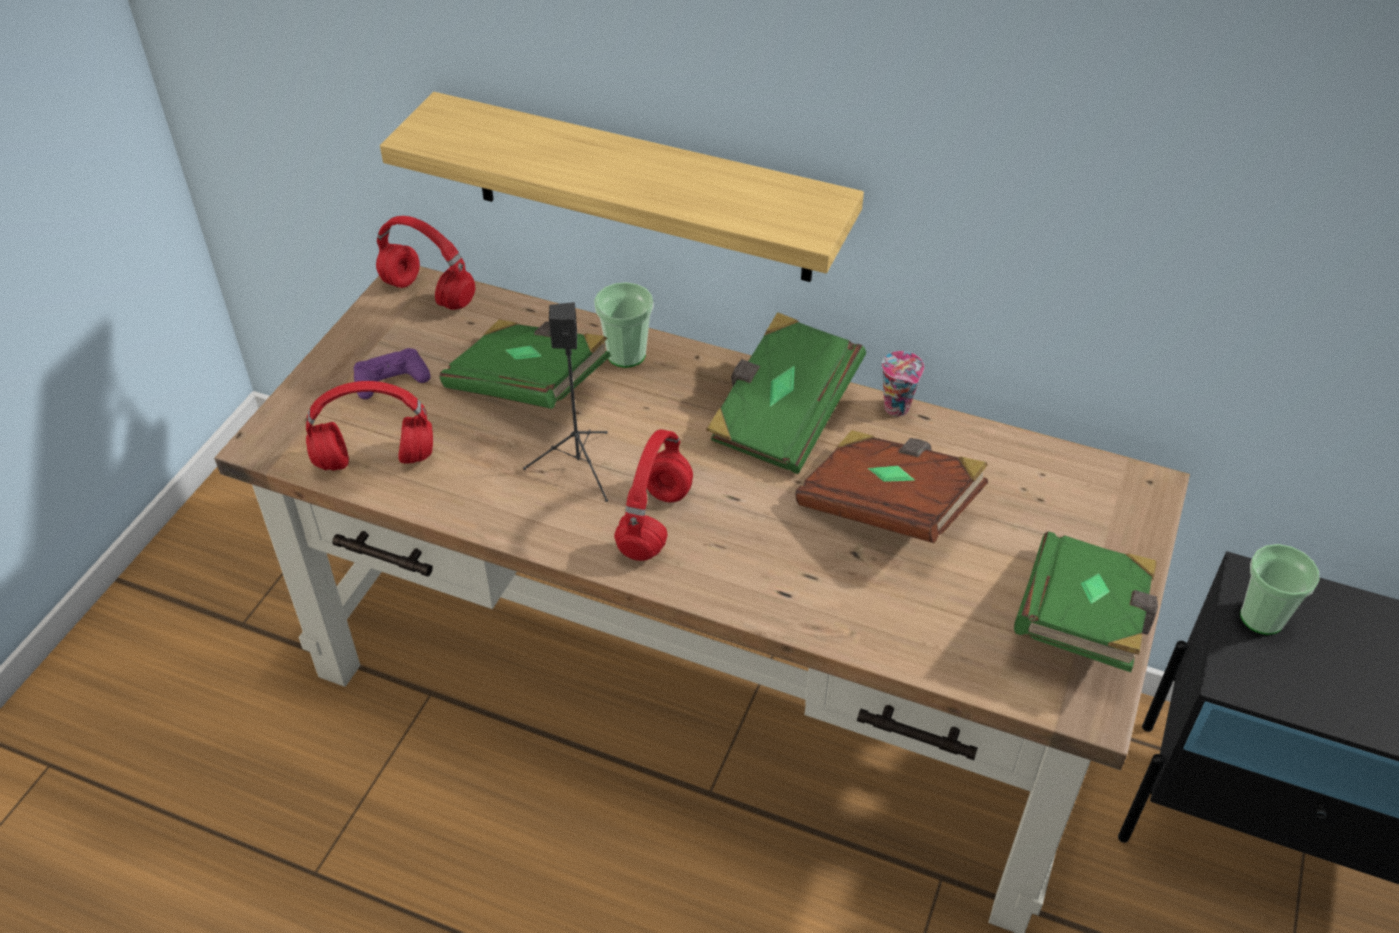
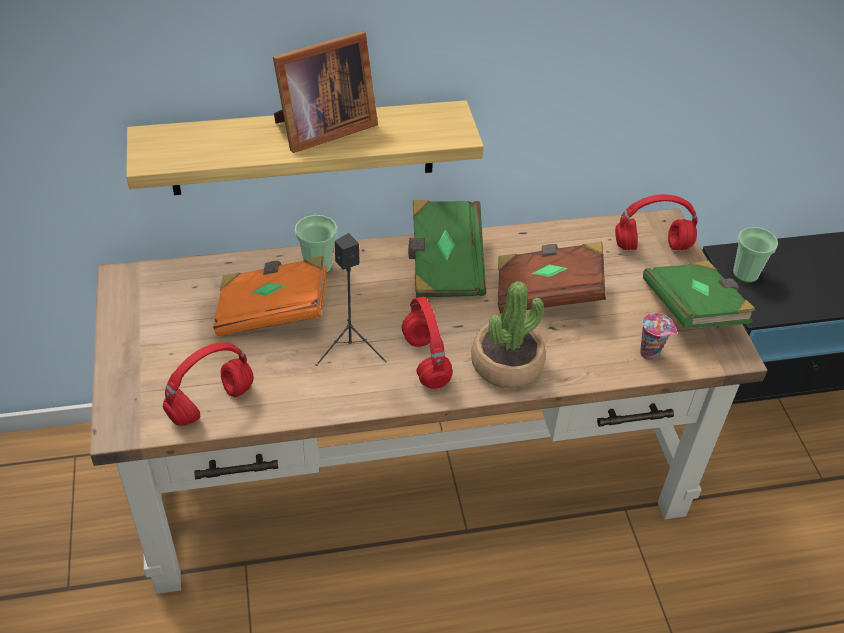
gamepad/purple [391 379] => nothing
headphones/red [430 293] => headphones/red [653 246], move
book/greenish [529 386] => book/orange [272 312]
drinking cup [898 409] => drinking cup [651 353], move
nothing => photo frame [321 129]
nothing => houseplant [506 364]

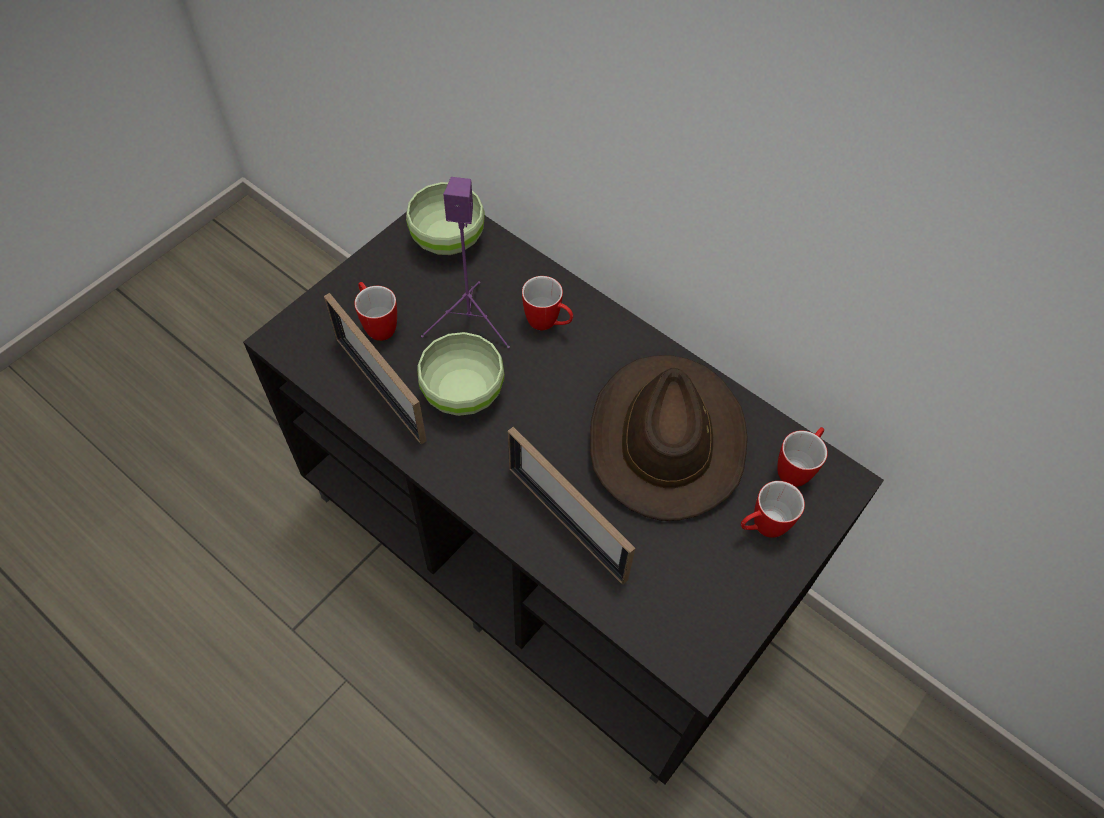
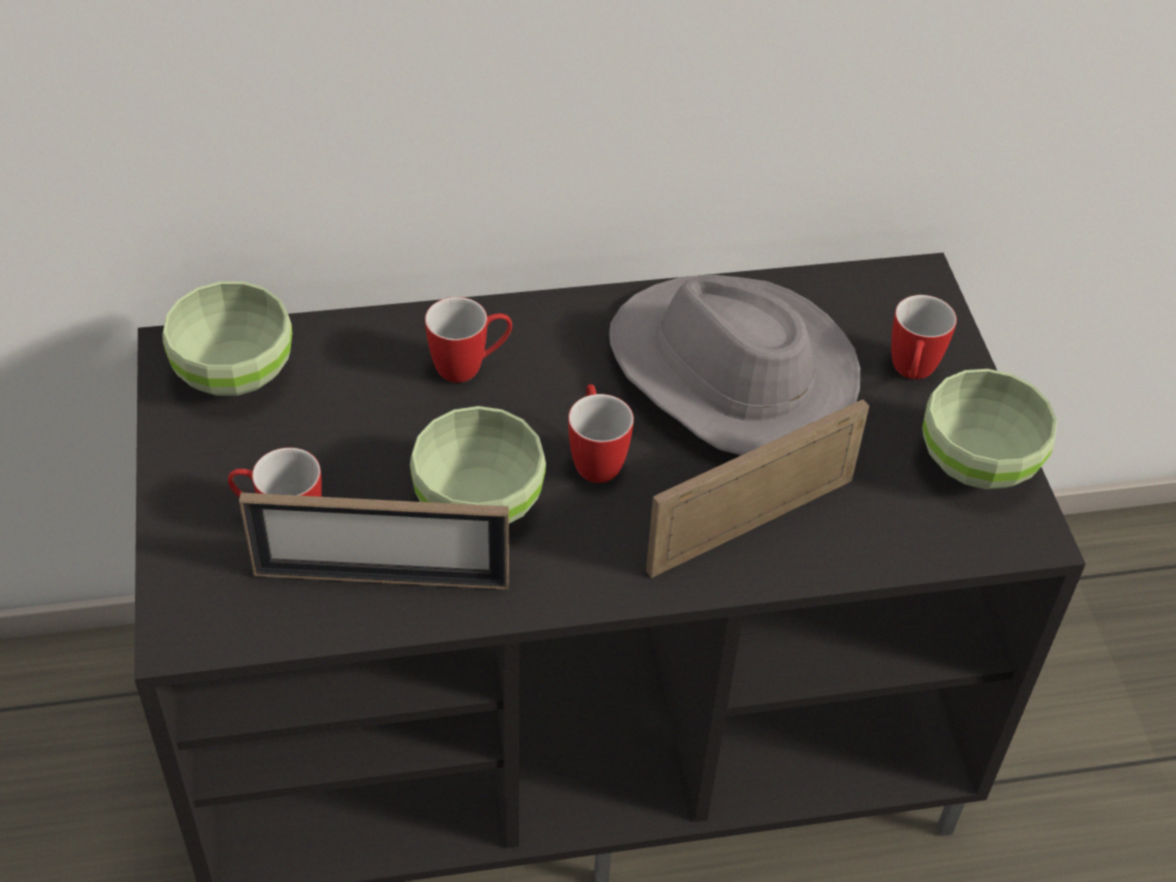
speaker/purple [471 322] => nothing
photo frame [566 522] => photo frame [751 525], 150 degrees clockwise
hat/brownish [665 438] => hat/gray [729 373]
mug [797 468] => mug [595 457], move
nothing => serving bowl/greenish [978 465]

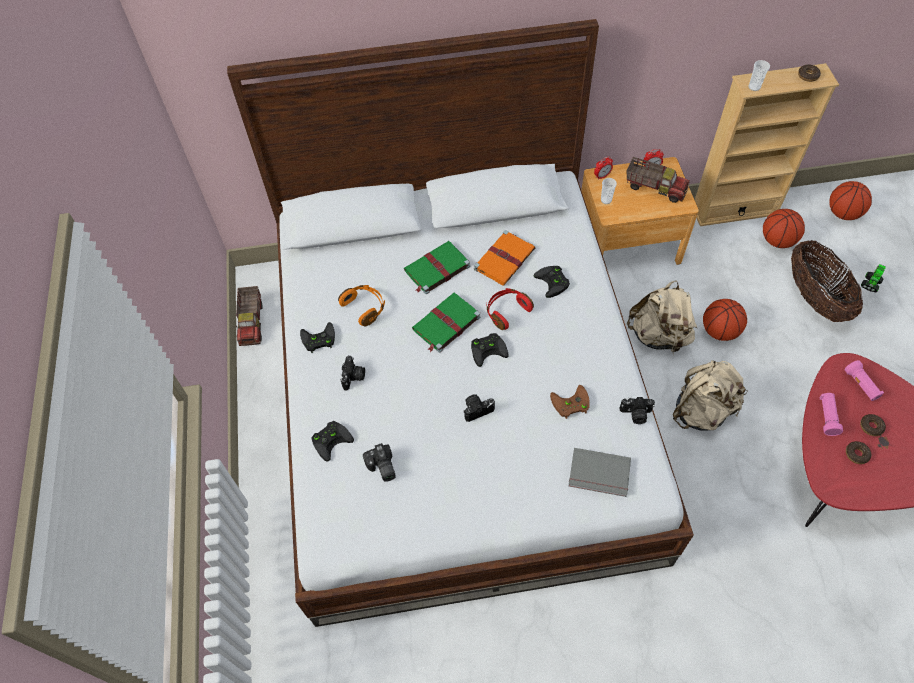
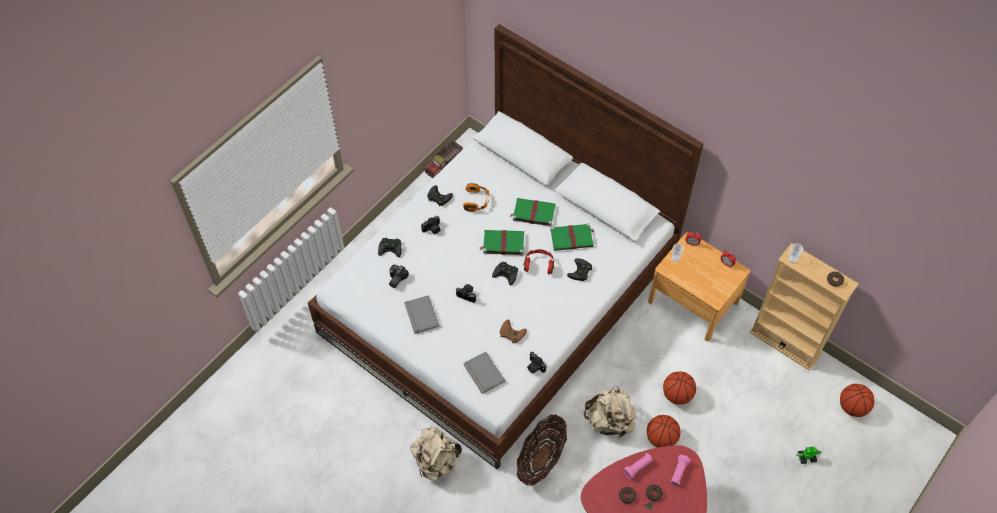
book/orange [505 259] => book/greenish [572 238]
toy truck [655 187] => nothing
backpack/beige-coloured [659 336] => backpack/beige-coloured [435 461], move
basketball ball [777 241] => basketball ball [661 438], move
basket [815 298] => basket [541 459], move
nothing => book/gray [420 316]

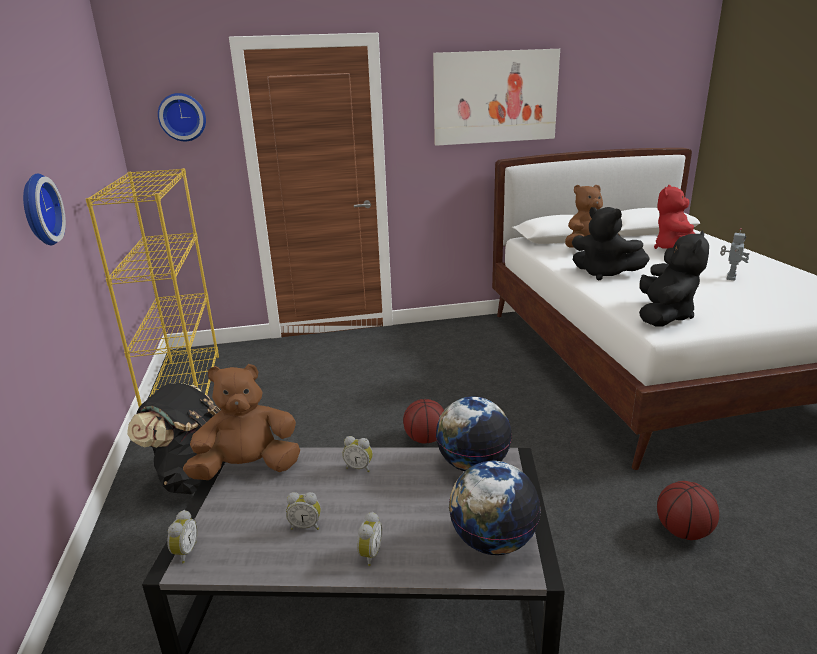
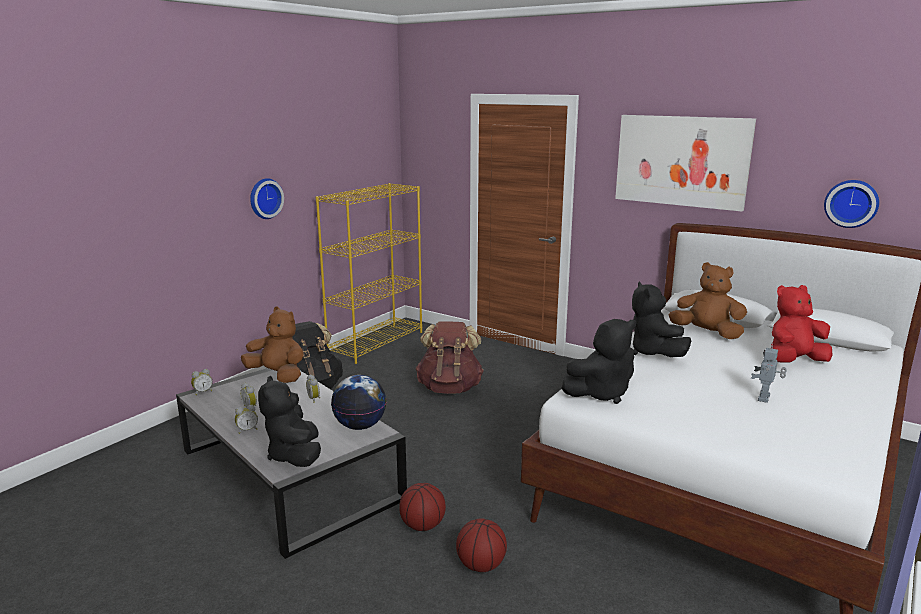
clock on the wall [182 117] => clock on the wall [851 203], move
basketball ball [425 439] => basketball ball [423 525], move
desk globe [492 541] => soft toy/black-coloured [295 456]
model robot [730 277] => model robot [765 398], 135 degrees clockwise
nothing => backpack/brownish [449 388]

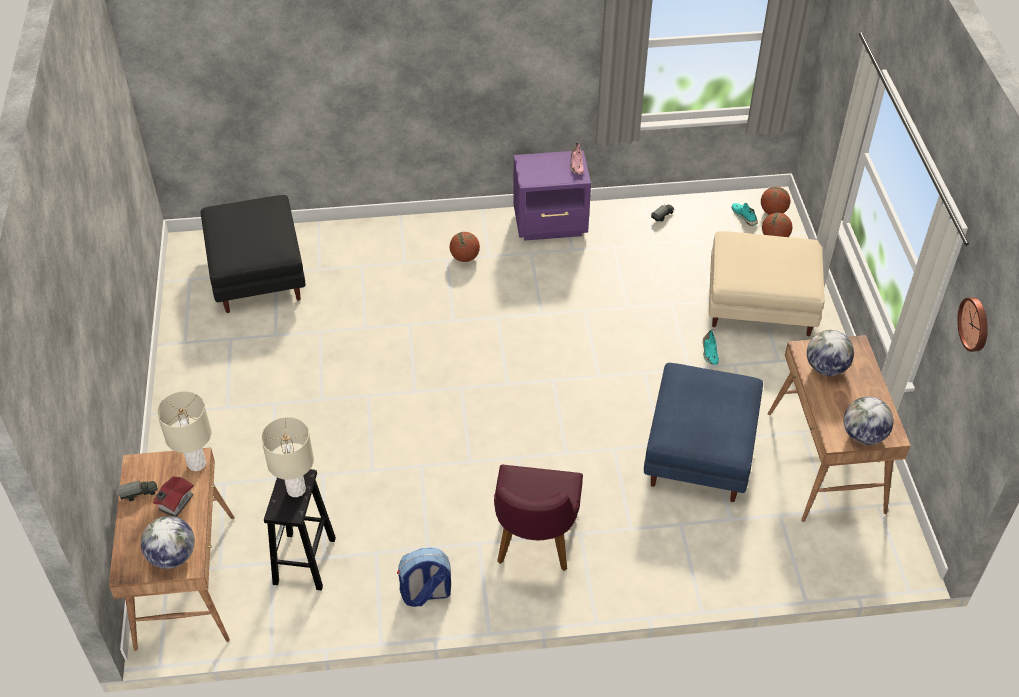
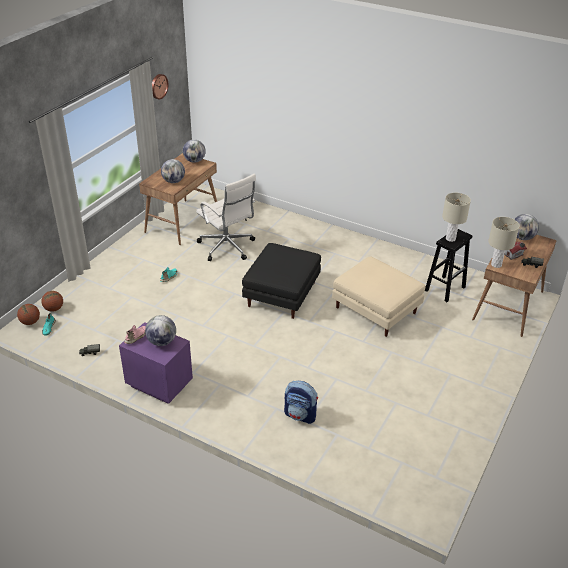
pouffe/black-coloured [257 273] => pouffe/black-coloured [282 295], move
backpack [425 593] => backpack [300 415], move
basketball ball [465 257] => nothing
upright chair/purple [534 545] => nothing
pouffe/bluish [699 450] => computer chair/white [227 247]
pouffe/beige-coloured [759 305] => pouffe/beige-coloured [377 311], move
nothing => desk globe [161 342]

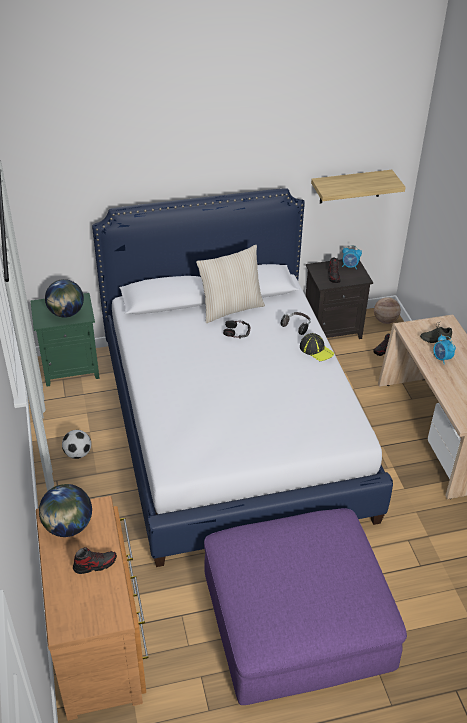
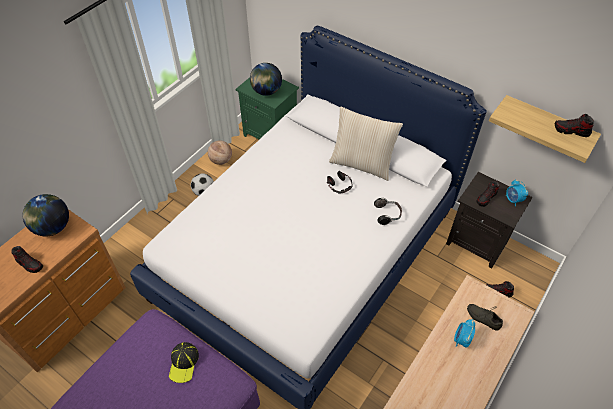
baseball cap [316 350] => baseball cap [183 363], move
basketball ball [385 320] => basketball ball [221 160], move
nothing => low shoe [571 131]

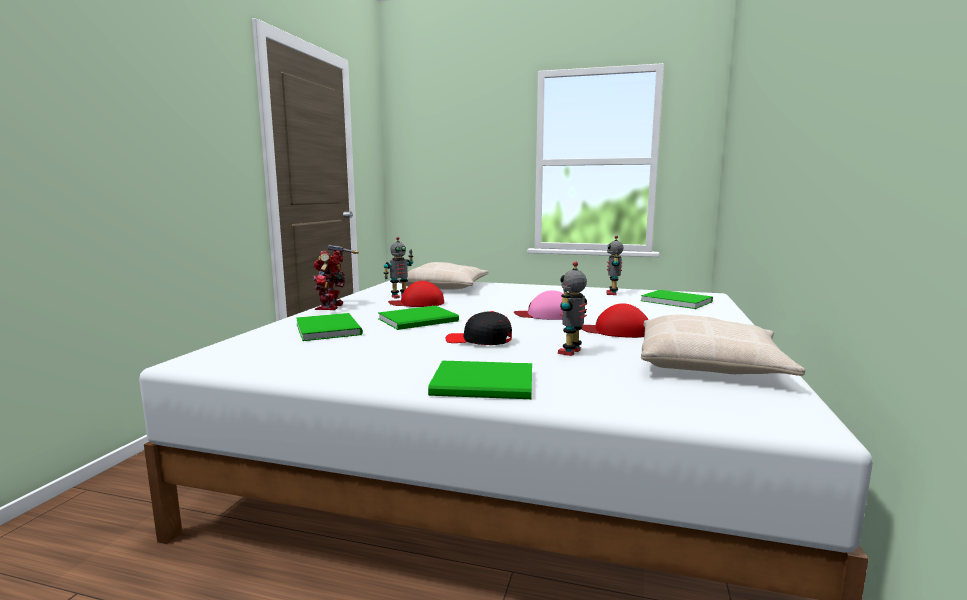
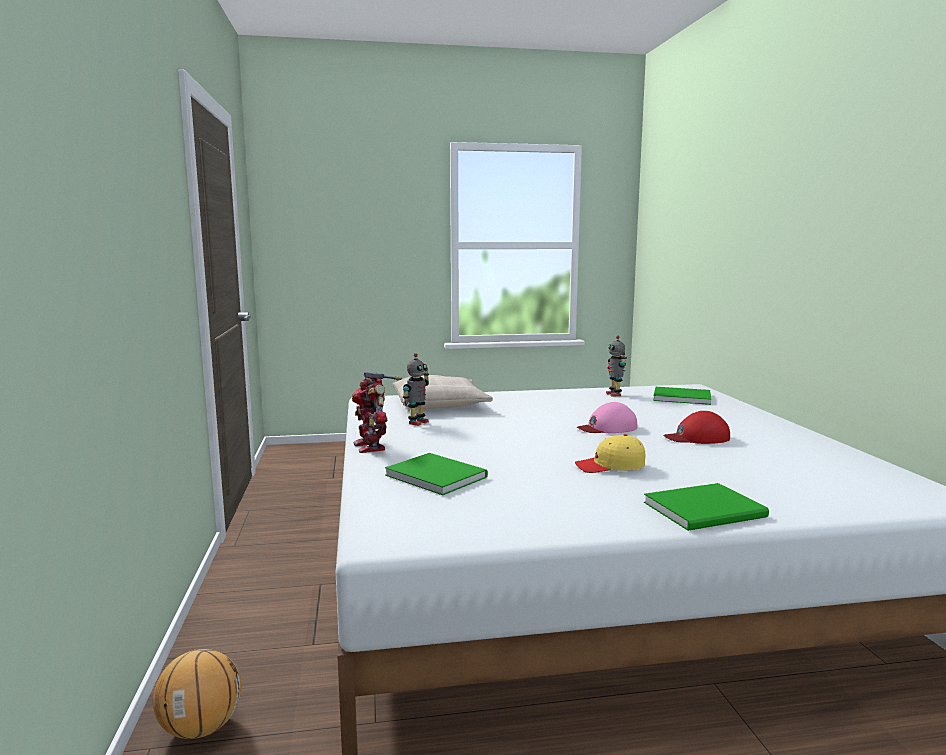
book/greenish [421 320] => nothing
baseball cap/red [417 303] => nothing
baseball cap/black-coloured [479 341] => baseball cap/yellowish [610 466]
model robot [571 352] => nothing
pillow/beige-coloured [710 364] => nothing
nothing => basketball ball [201 728]

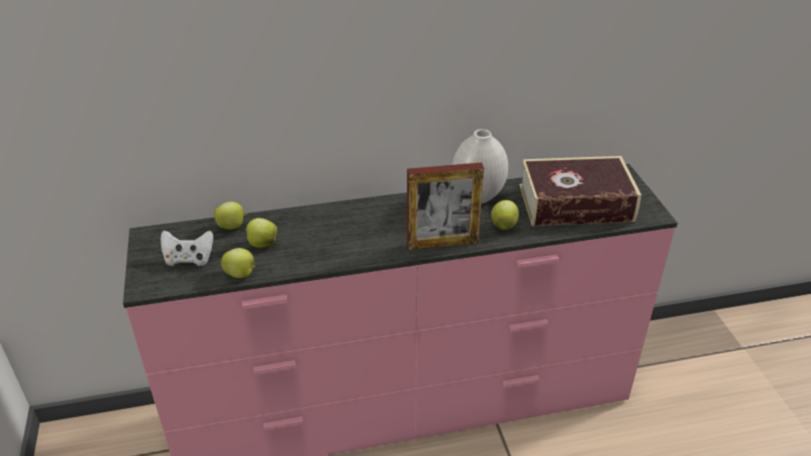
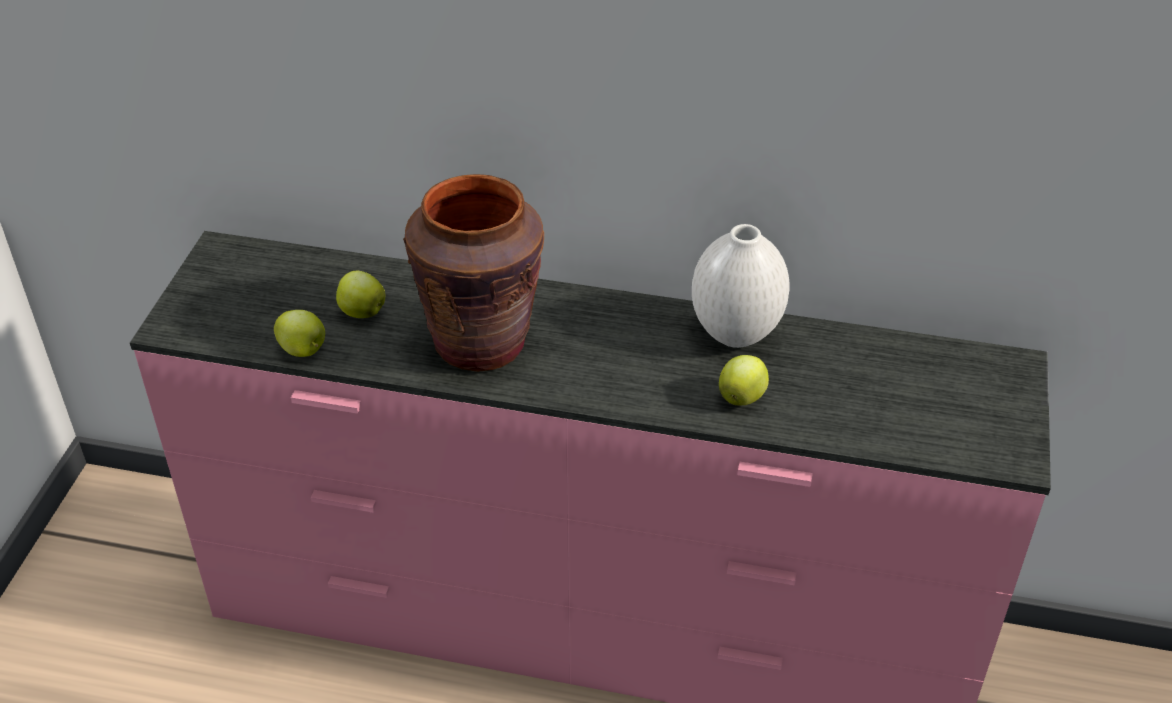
gamepad/white [189 259] => nothing
apple [232 226] => nothing
photo frame [442 243] => nothing
book [575 203] => nothing
nothing => vase/brownish [481 342]

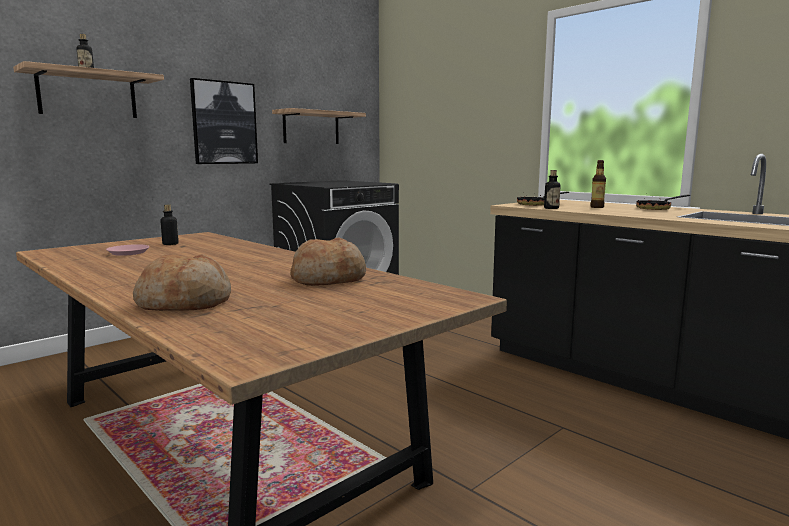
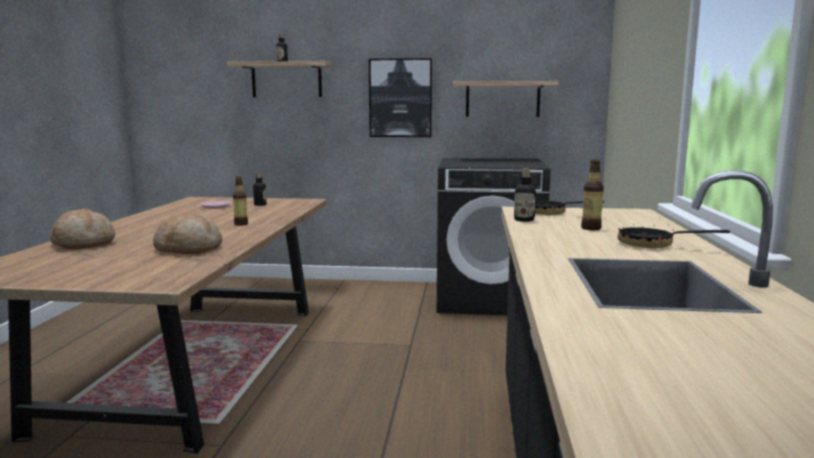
nothing => bottle [241 224]

